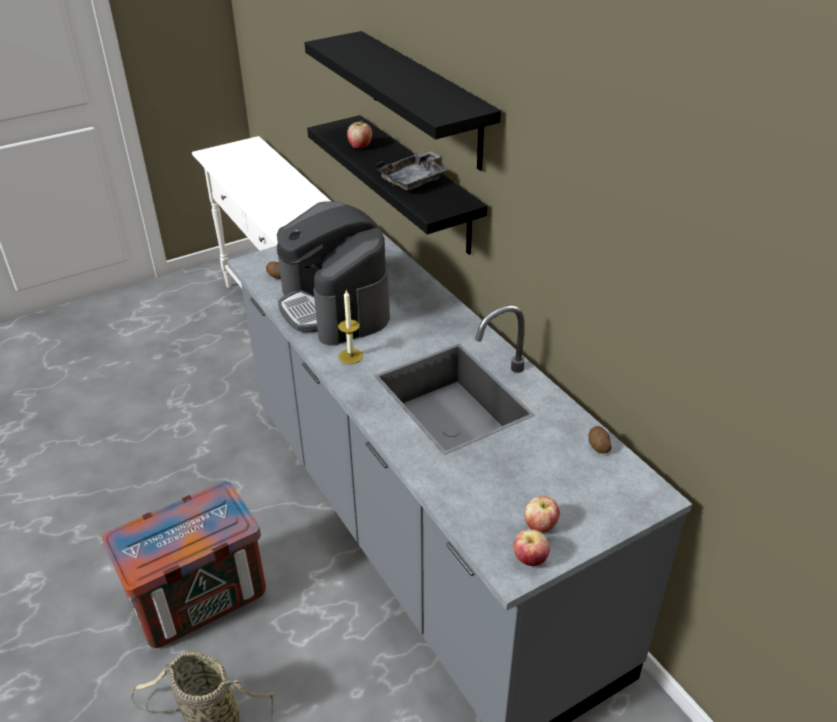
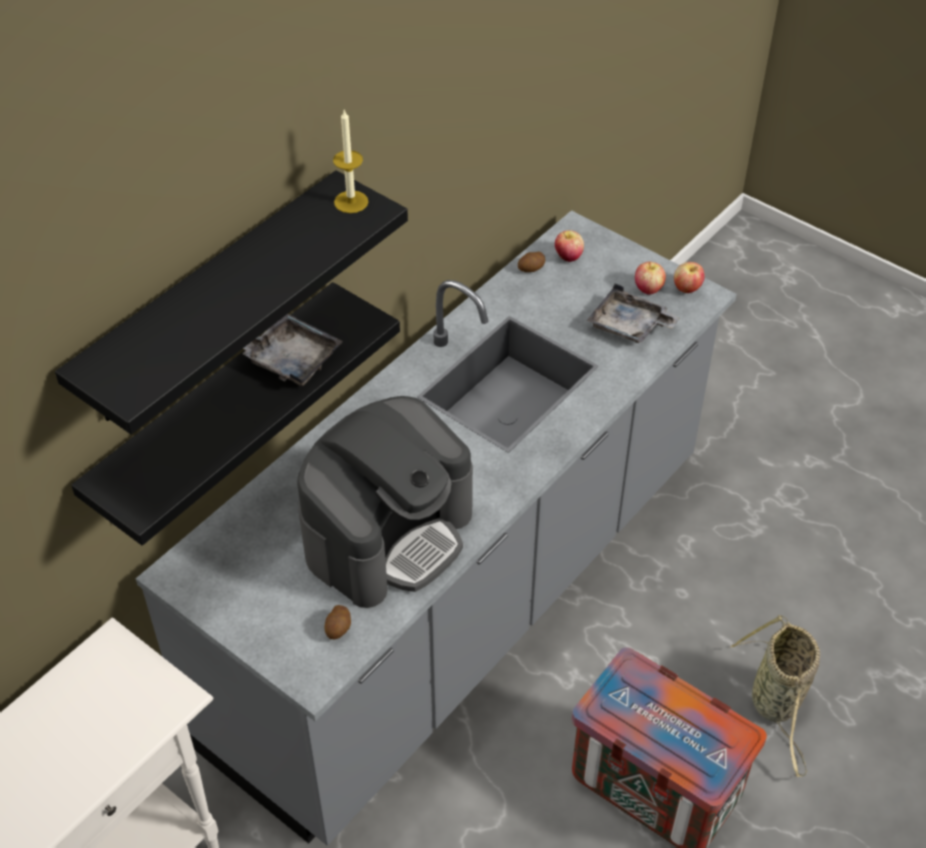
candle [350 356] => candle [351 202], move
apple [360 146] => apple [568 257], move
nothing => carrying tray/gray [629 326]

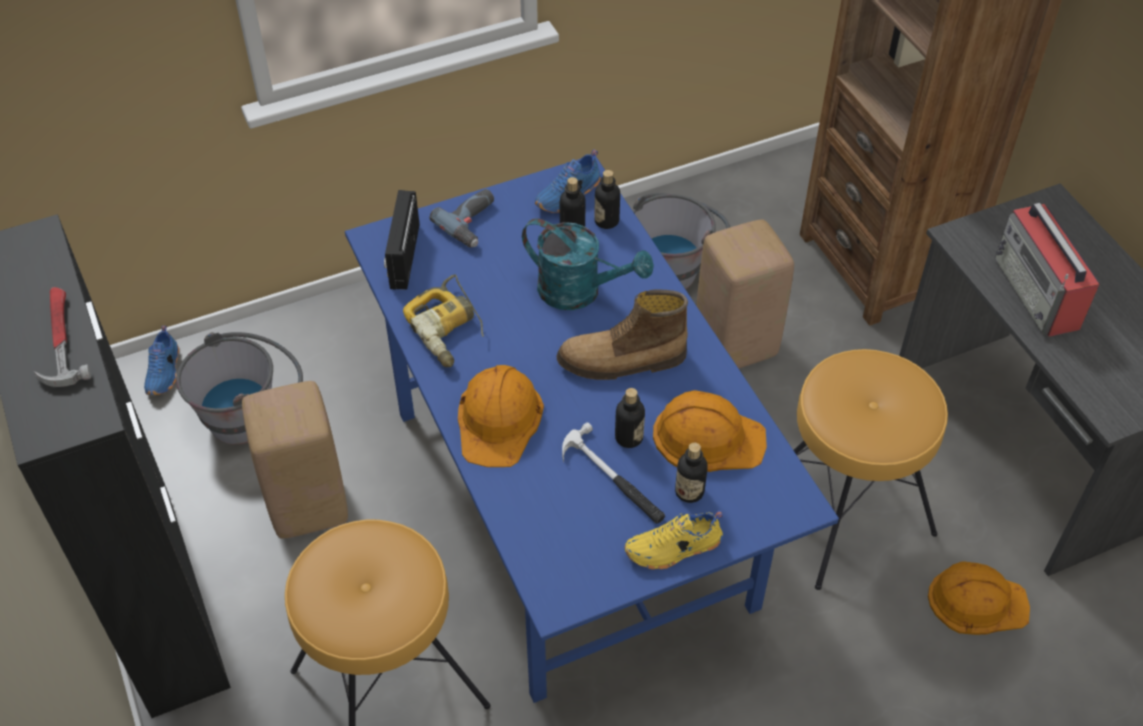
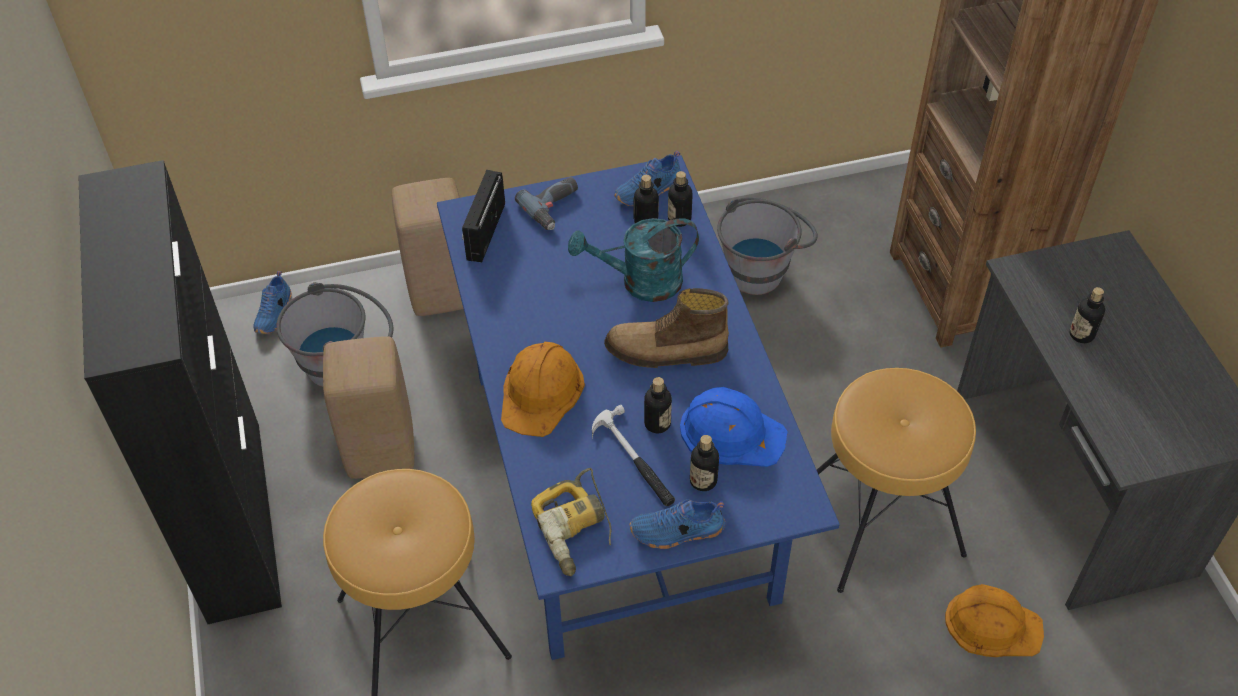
hand hammer [60 340] => nothing
drill [449 329] => drill [576 529], move
watering pot/turquoise-coloured [580 292] => watering pot/turquoise-coloured [640 283], 135 degrees clockwise
low shoe/yellowish [674 549] => low shoe/bluish [677 532]
hard hat/orange [708 437] => hard hat/bluish [731 432]
sitting stool/beige-coloured [737 344] => sitting stool/beige-coloured [442 293], move
radio [1037 293] => bottle [1081 334]

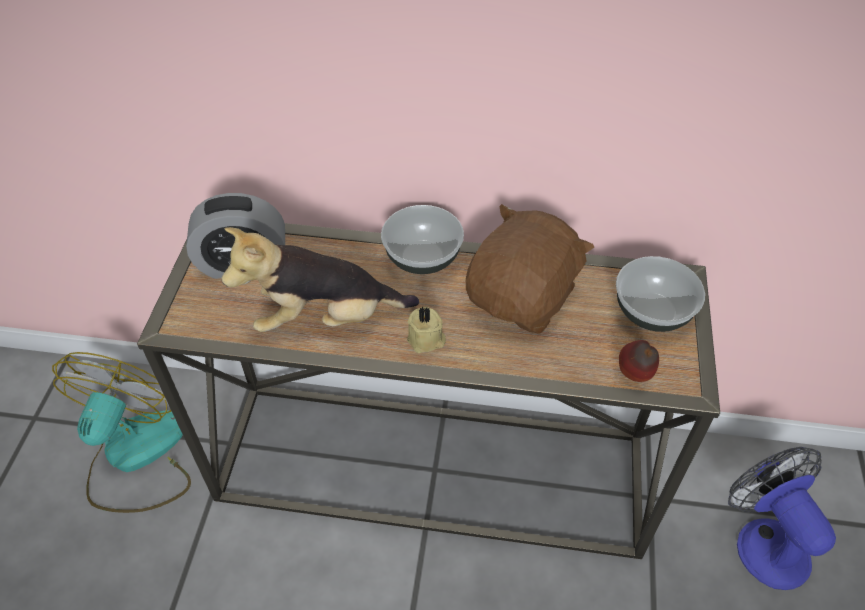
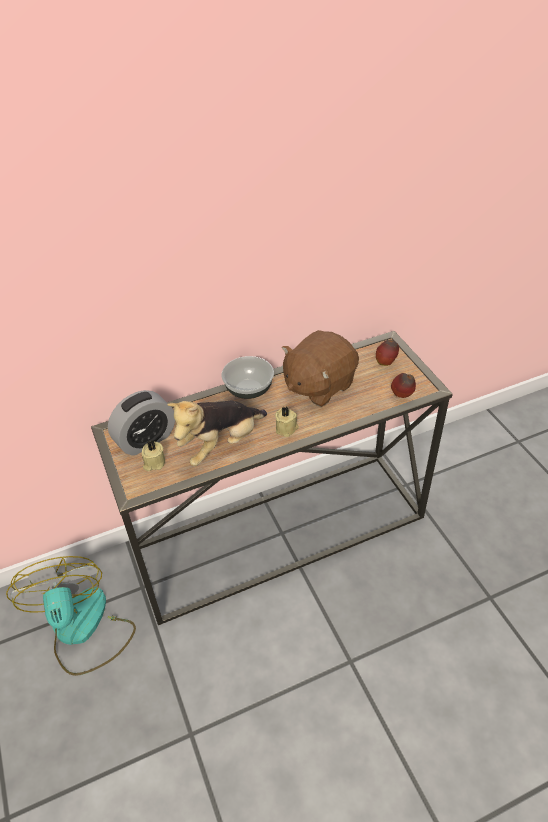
soft toy/brownish [523 297] => soft toy/brownish [318 385], 135 degrees counterclockwise
serving bowl [651 311] => apple [386 363]
electric fan [764 540] => nothing
nothing => candle/beige-coloured [154 463]

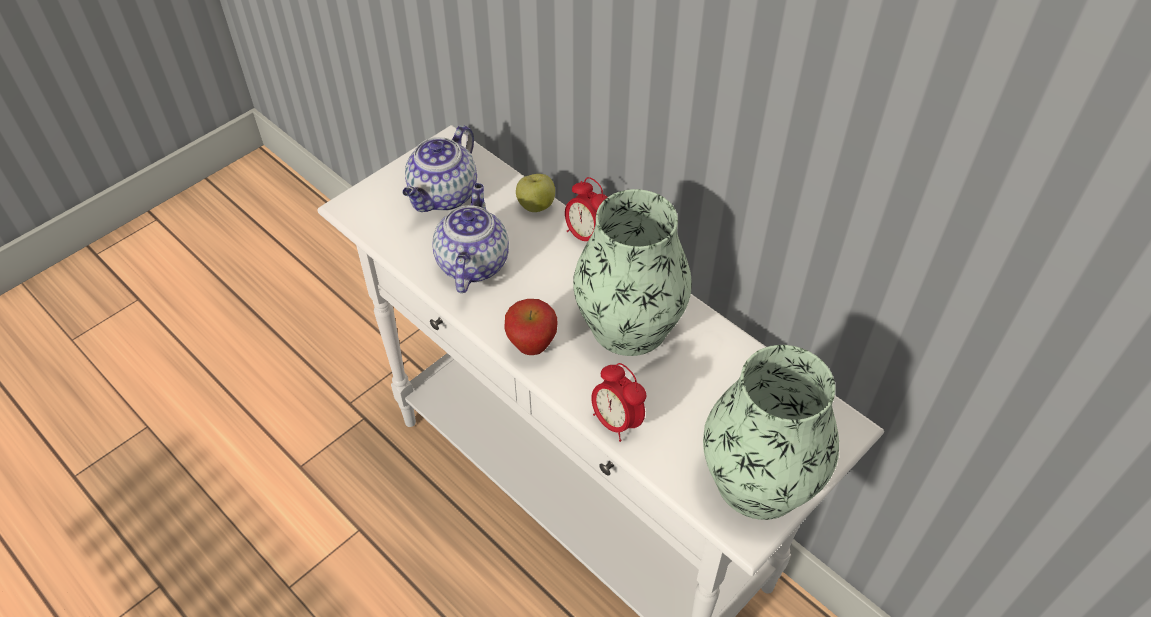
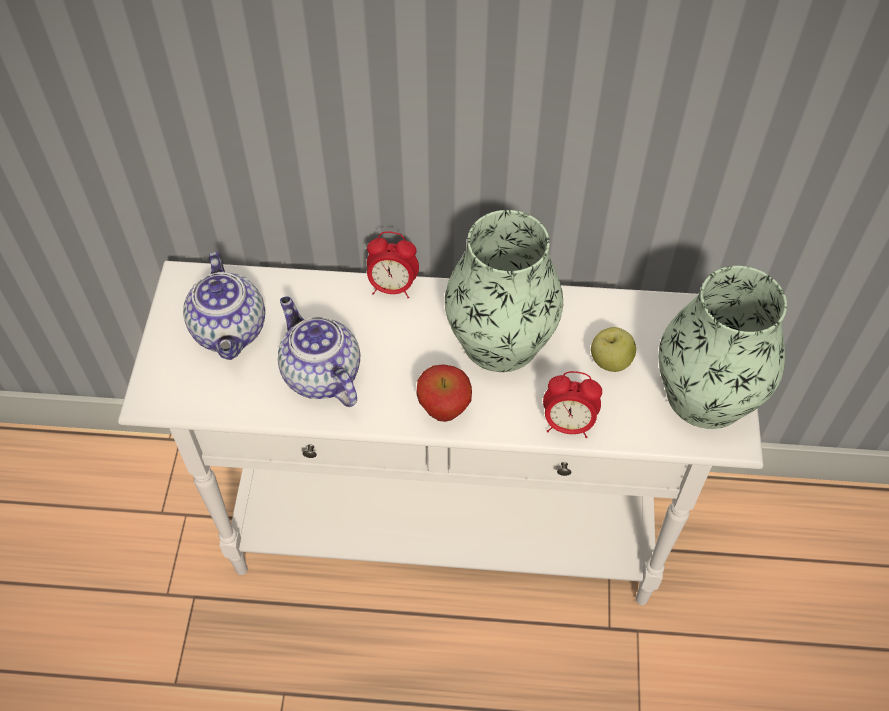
apple [536 206] => apple [610 361], move

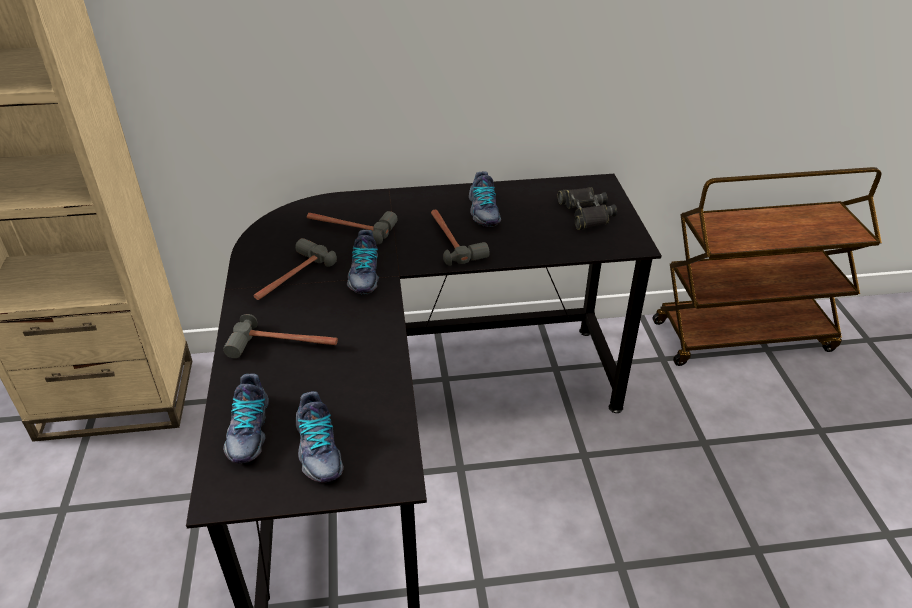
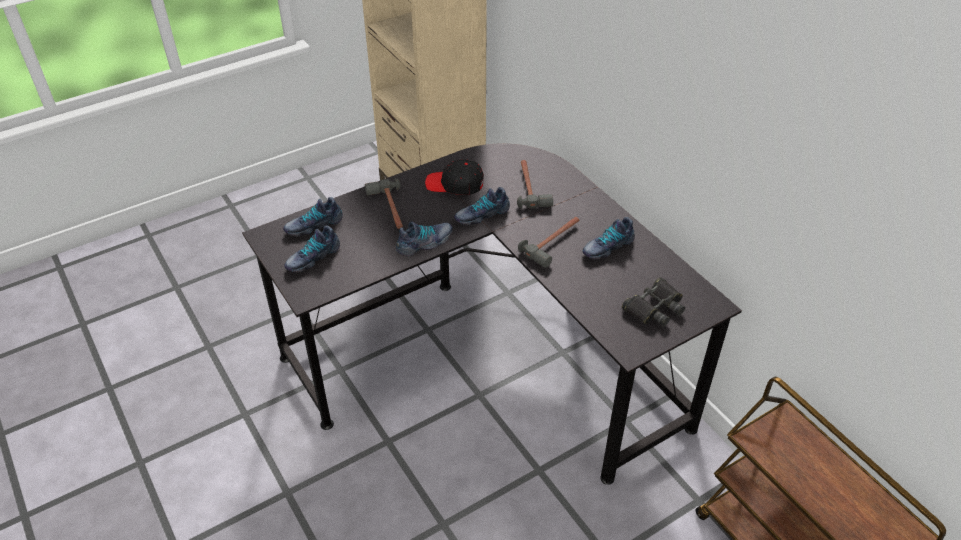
hand hammer [290 278] => baseball cap/black-coloured [455 184]
nothing => low shoe [425 243]

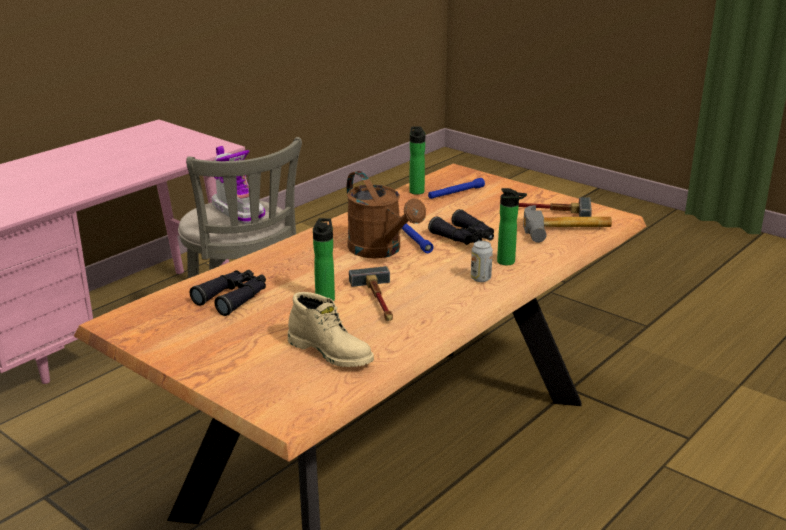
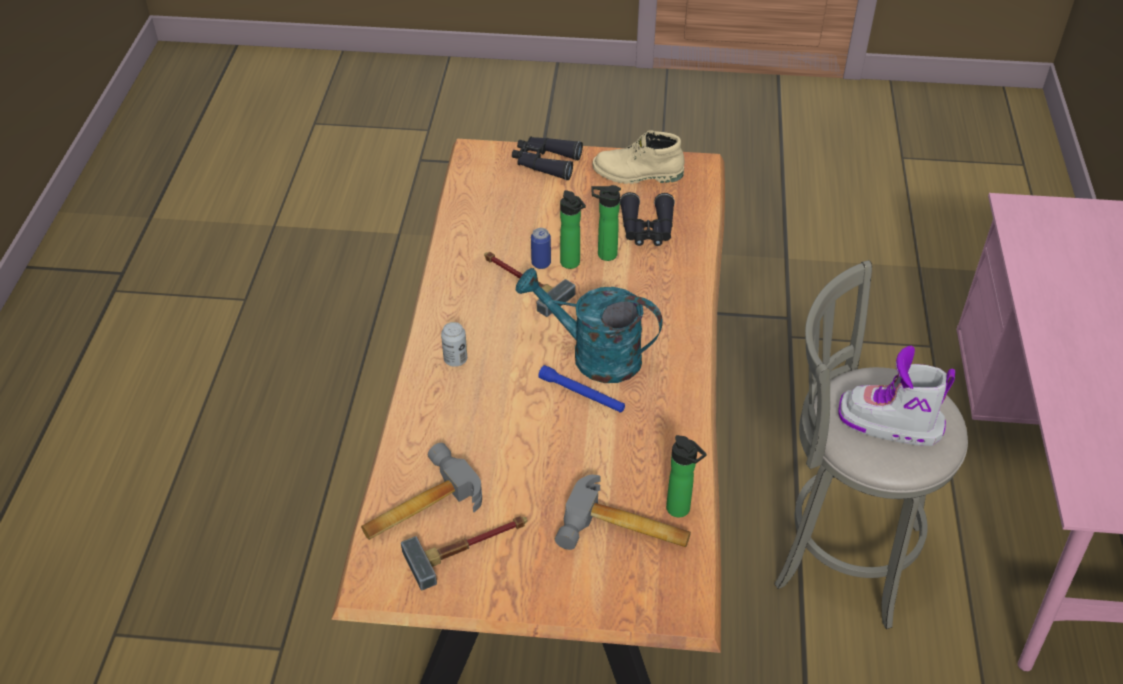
high-top boot/beige-coloured [331 352] => high-top boot/beige-coloured [637 174], move
watering pot/brownish [380 251] => watering pot/turquoise-coloured [594 356]
torch/bluish [456 193] => hand hammer [625 533]
binoculars/black-coloured [465 238] => binoculars/black-coloured [545 163], move
bottle [508 262] => bottle [604 254], move
nothing => can [541 263]

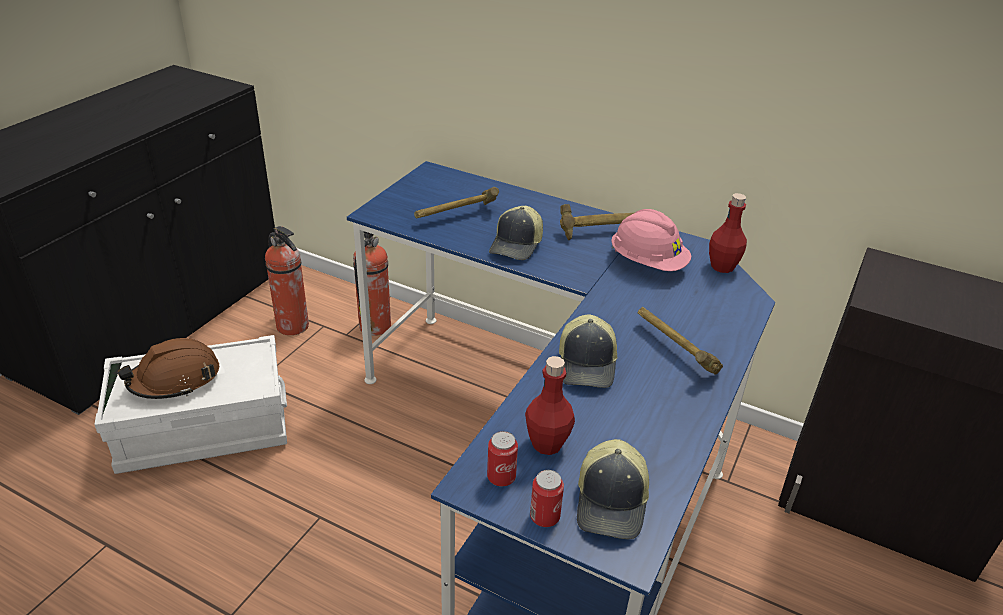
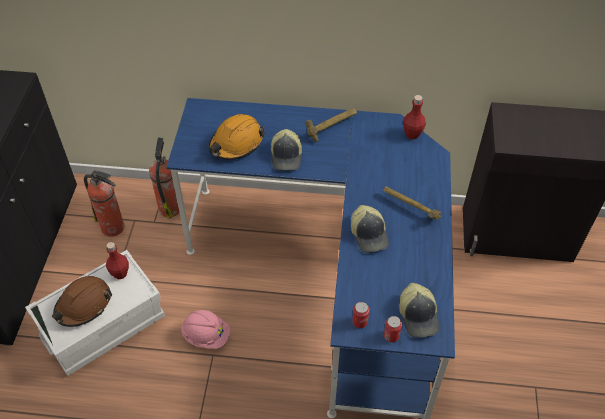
hand hammer [456 216] => hard hat/orange [236 143]
bottle/red [547 444] => bottle/red [120 273], move
hard hat/pinkish [647 263] => hard hat/pinkish [206 335], move

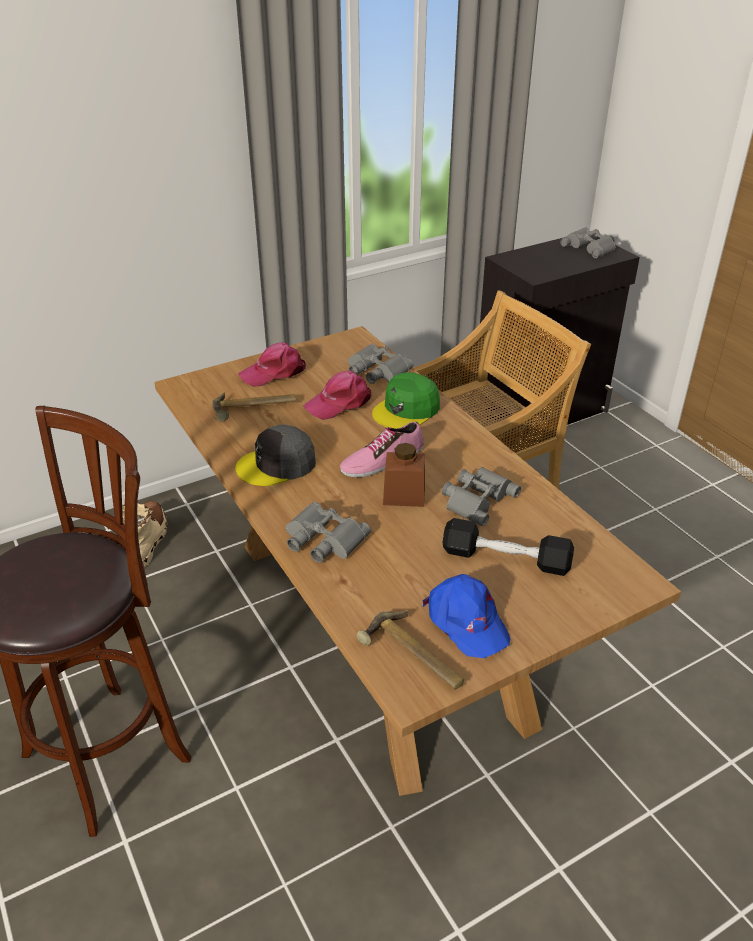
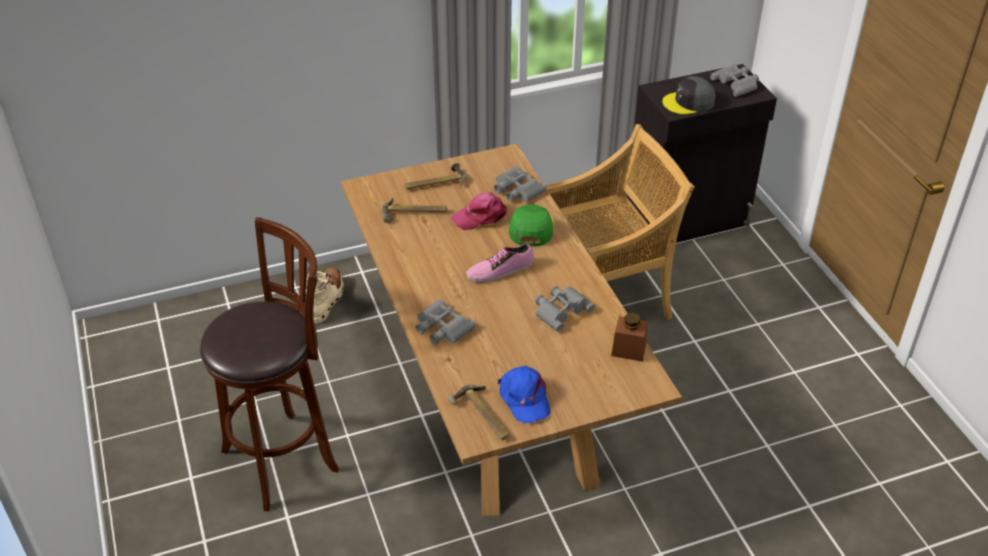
baseball cap/gray [277 465] => baseball cap/gray [689 102], move
baseball cap/pinkish [274 372] => hand hammer [435 182]
baseball cap/greenish [407 410] => baseball cap/greenish [531 228], 135 degrees clockwise
preserve jar/brownish [404 495] => preserve jar/brownish [628 350], move
dumbbell/black-coloured [506 558] => nothing

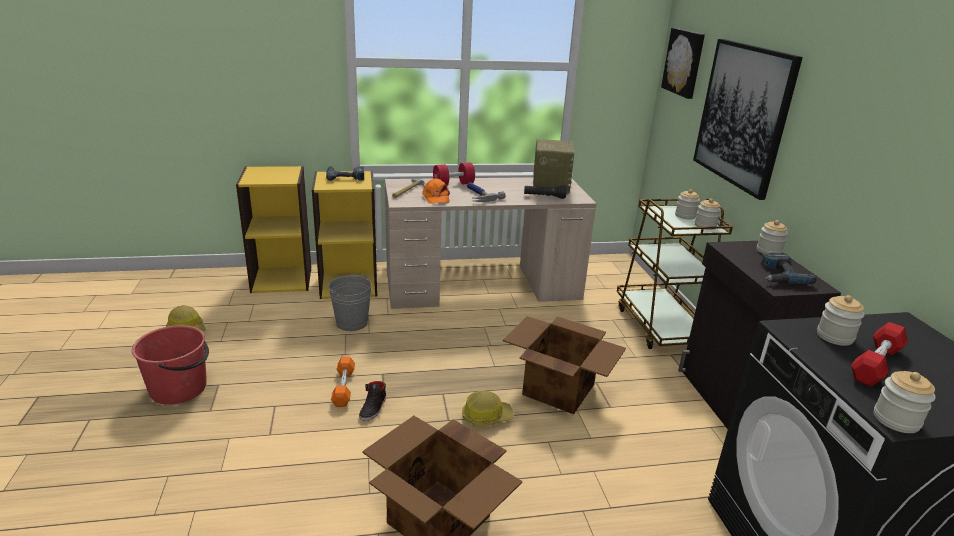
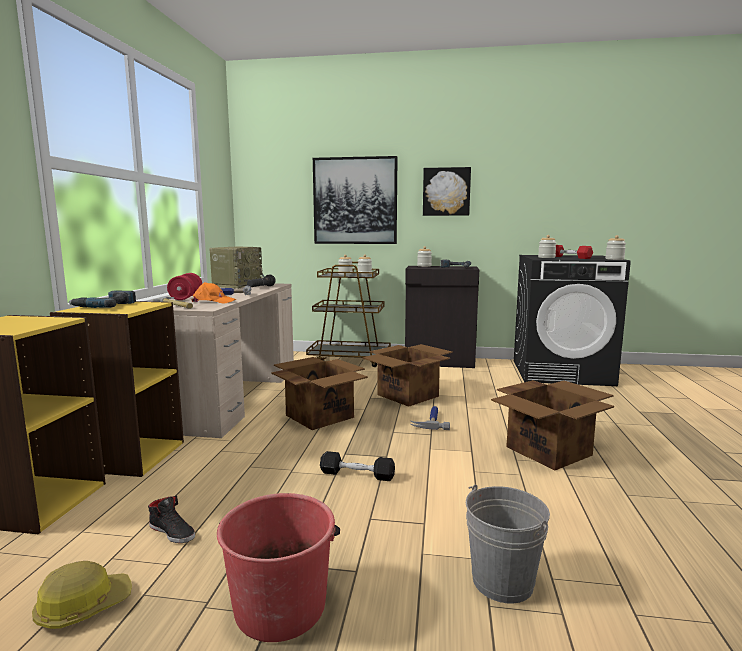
water bucket/gray [352 322] => water bucket/gray [502 581], move
dumbbell/orange [343 387] => dumbbell/black-coloured [357 474]
low shoe/black-coloured [373 408] => low shoe/black-coloured [172 532], move
hard hat [486 416] => hand hammer [431 421]
radio [550 185] => radio [238 285], 90 degrees clockwise
picture [684 62] => picture [446 192], move
nothing => packing box [319 416]

